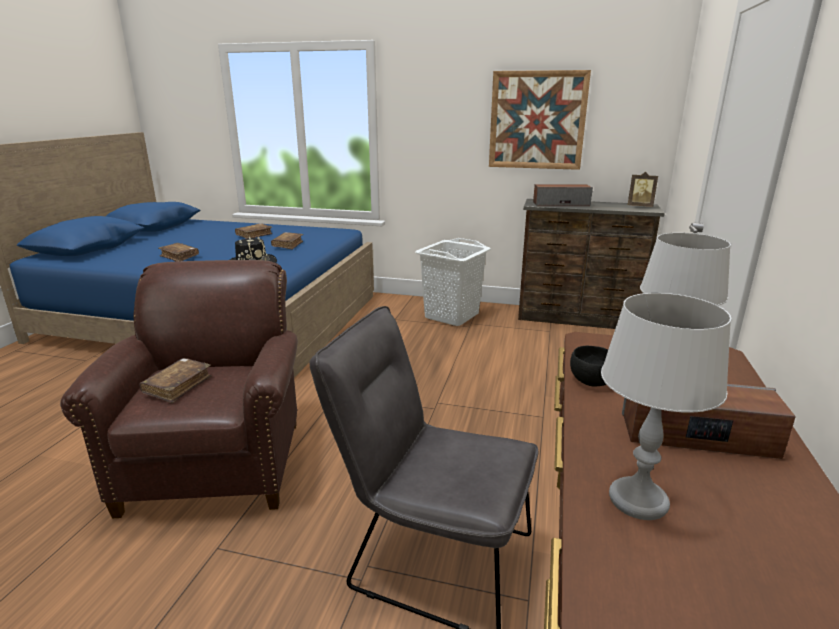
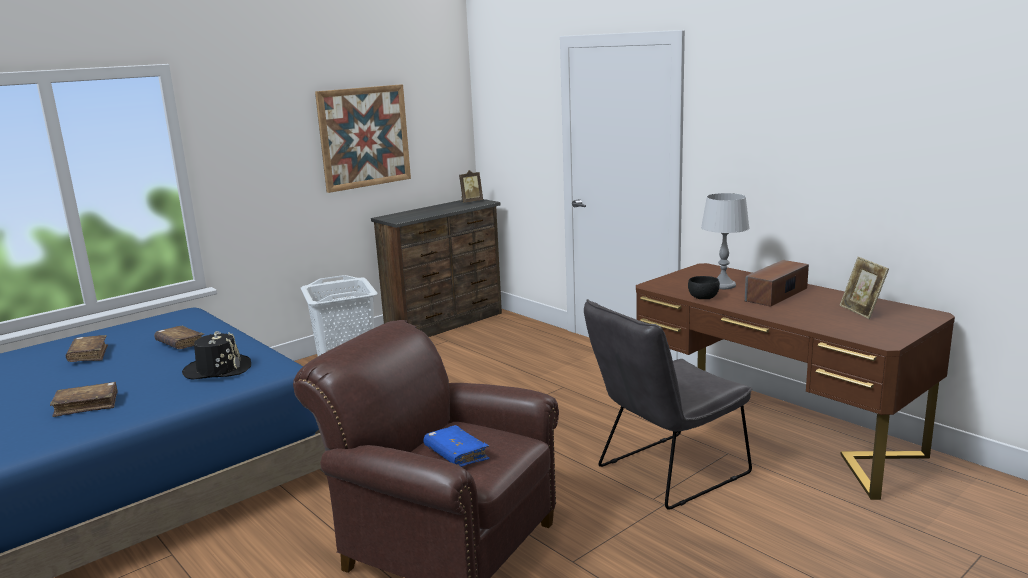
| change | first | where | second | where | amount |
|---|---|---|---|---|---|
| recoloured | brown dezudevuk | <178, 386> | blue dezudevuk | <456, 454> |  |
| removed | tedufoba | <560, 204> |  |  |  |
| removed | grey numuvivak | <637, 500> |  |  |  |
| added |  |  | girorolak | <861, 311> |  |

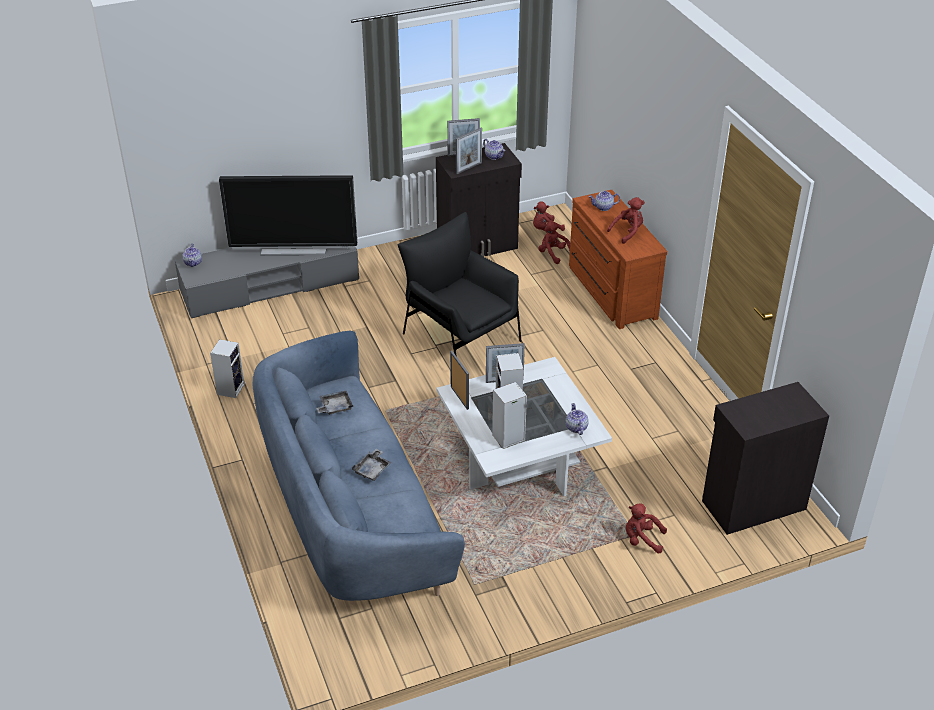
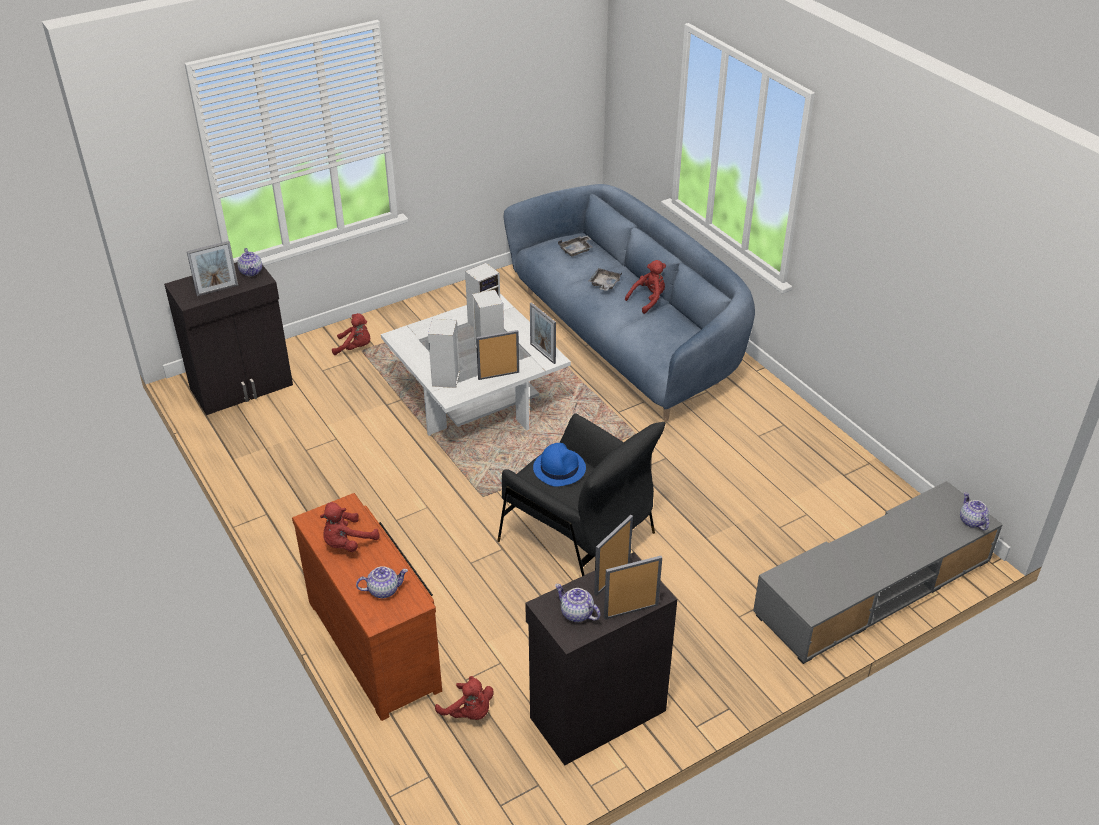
| change | first | where | second | where | amount |
|---|---|---|---|---|---|
| moved | tedufoba | <230, 388> |  | <446, 379> |  |
| removed | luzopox | <294, 249> |  |  |  |
| moved | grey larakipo | <335, 407> |  | <576, 250> |  |
| moved | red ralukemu | <545, 230> |  | <648, 300> |  |
| moved | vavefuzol | <576, 427> |  | <251, 272> |  |
| added |  |  | girorolak | <217, 290> |  |
| added |  |  | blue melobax | <559, 468> |  |

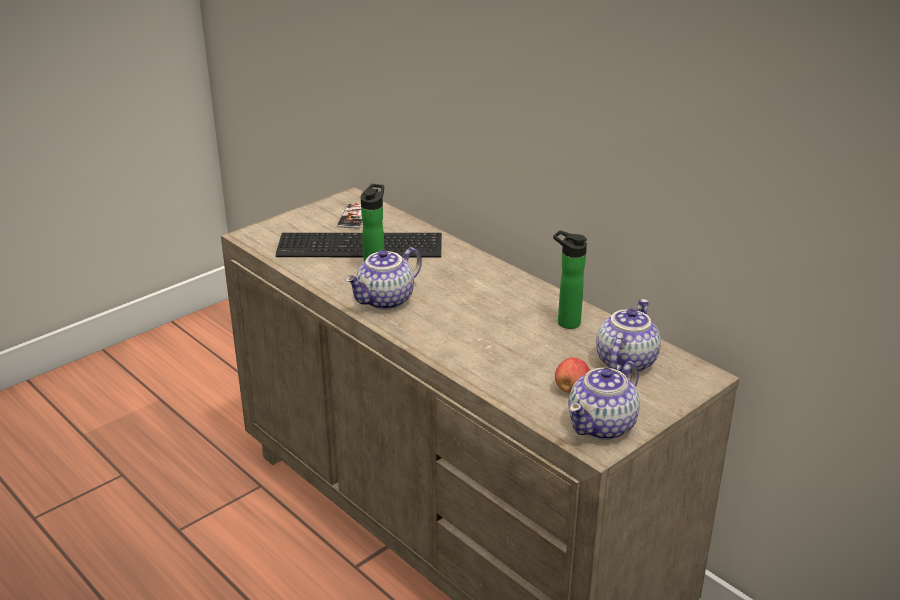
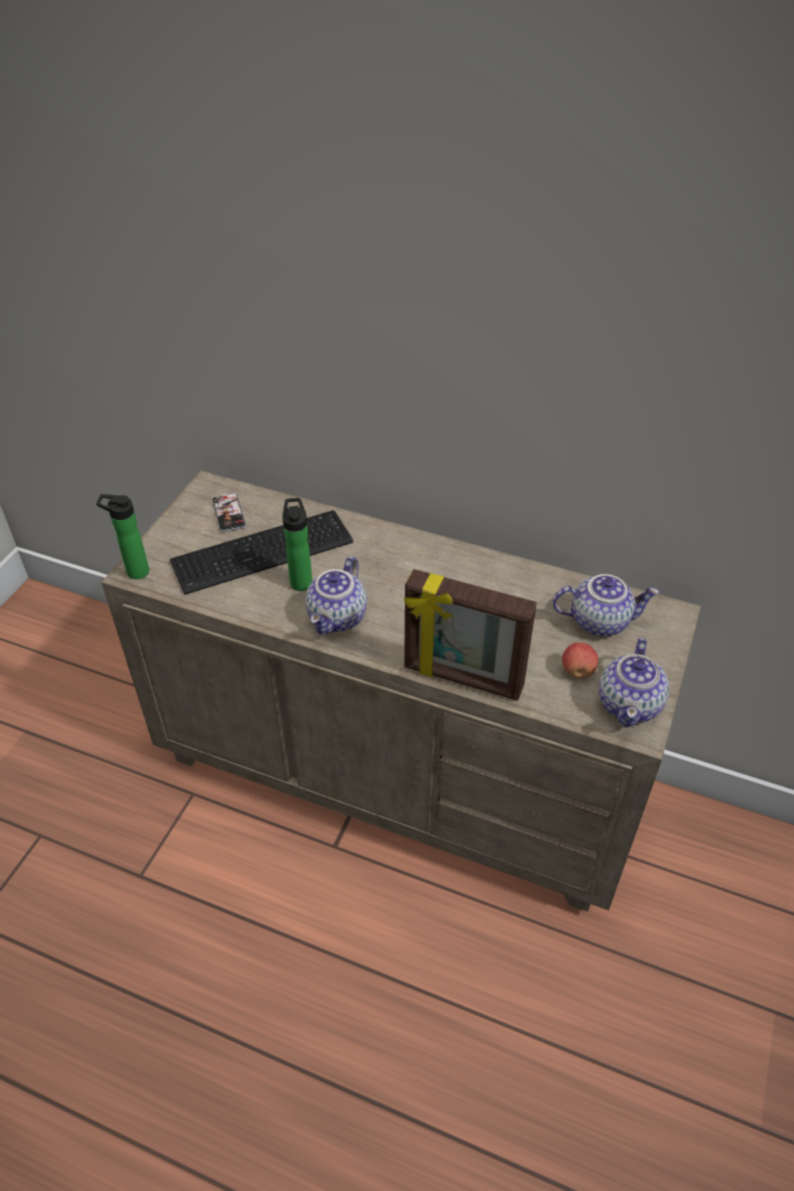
| change | first | where | second | where | amount |
|---|---|---|---|---|---|
| moved | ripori | <565, 322> |  | <134, 571> |  |
| turned | vavefuzol | <624, 362> |  | <599, 620> | 90 degrees clockwise |
| added |  |  | girorolak | <462, 679> |  |

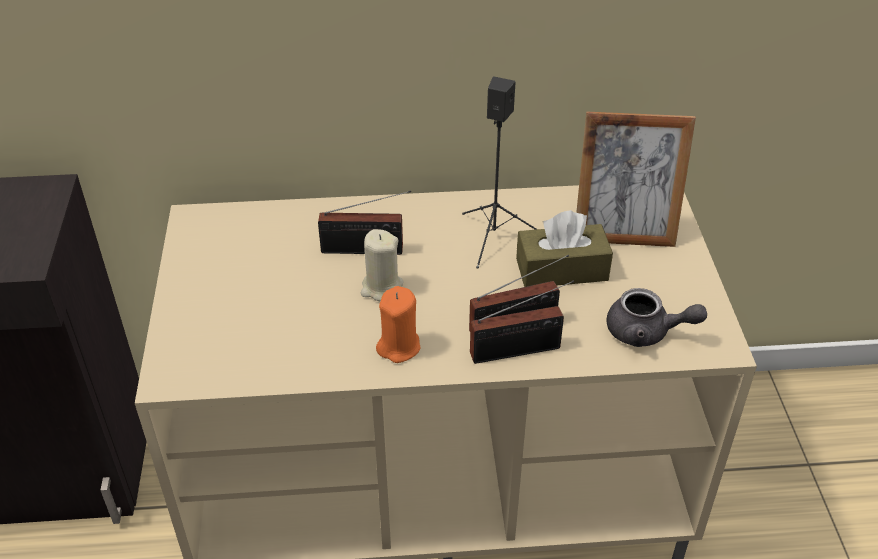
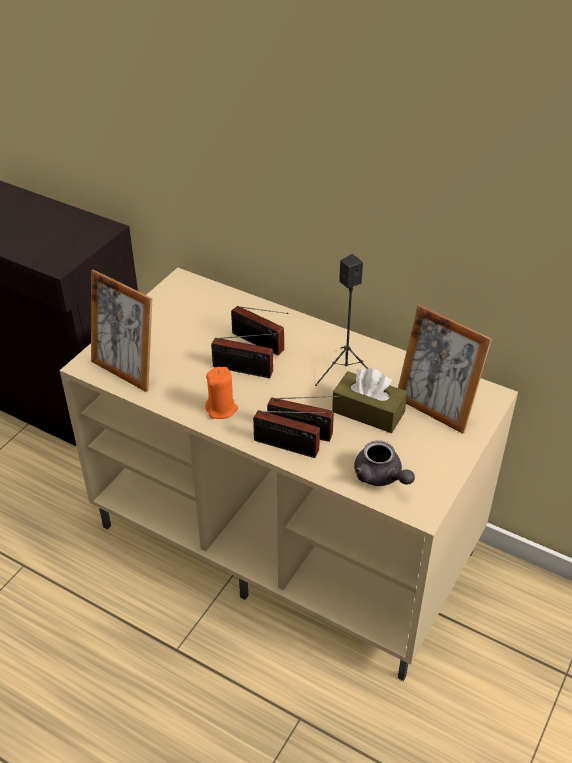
| change | first | where | second | where | amount |
|---|---|---|---|---|---|
| replaced | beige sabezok | <382, 288> | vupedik | <246, 370> |  |
| added |  |  | girorolak | <126, 370> |  |

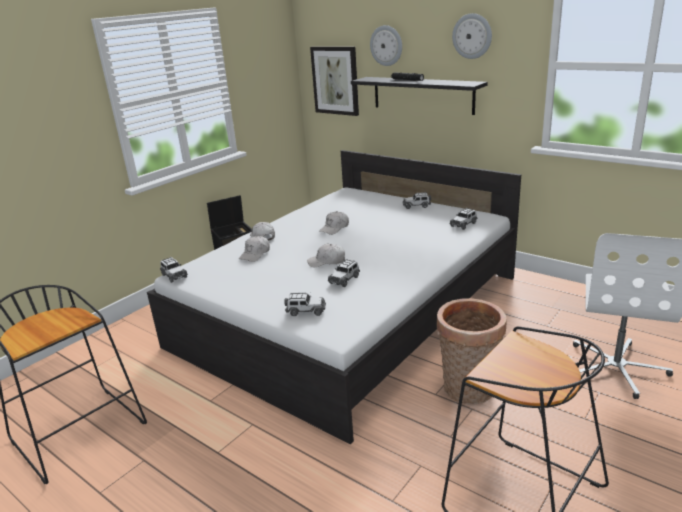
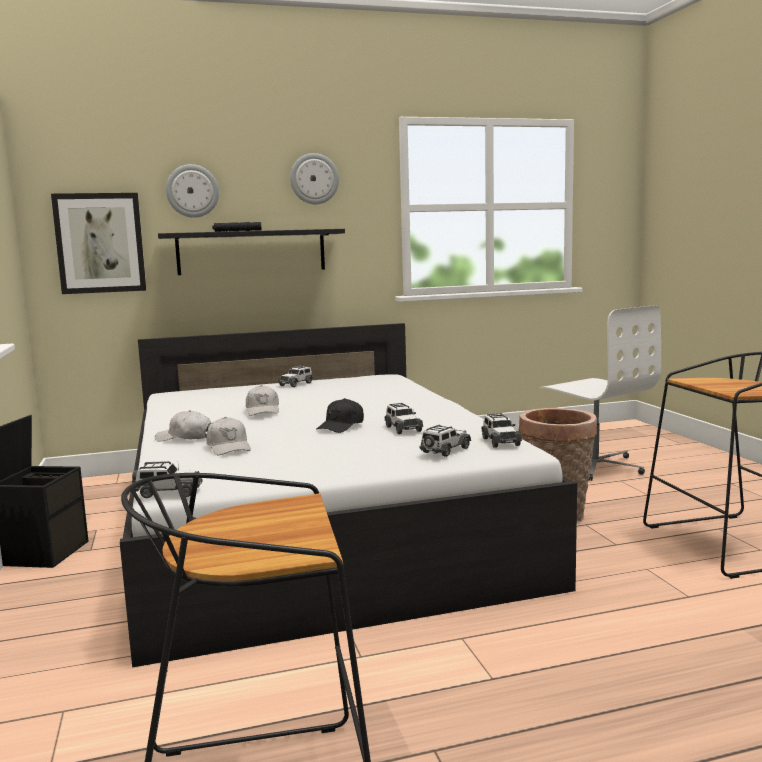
| change | first | where | second | where | amount |
|---|---|---|---|---|---|
| recoloured | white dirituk | <327, 261> | black dirituk | <341, 426> |  |
| moved | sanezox | <463, 224> |  | <500, 441> |  |

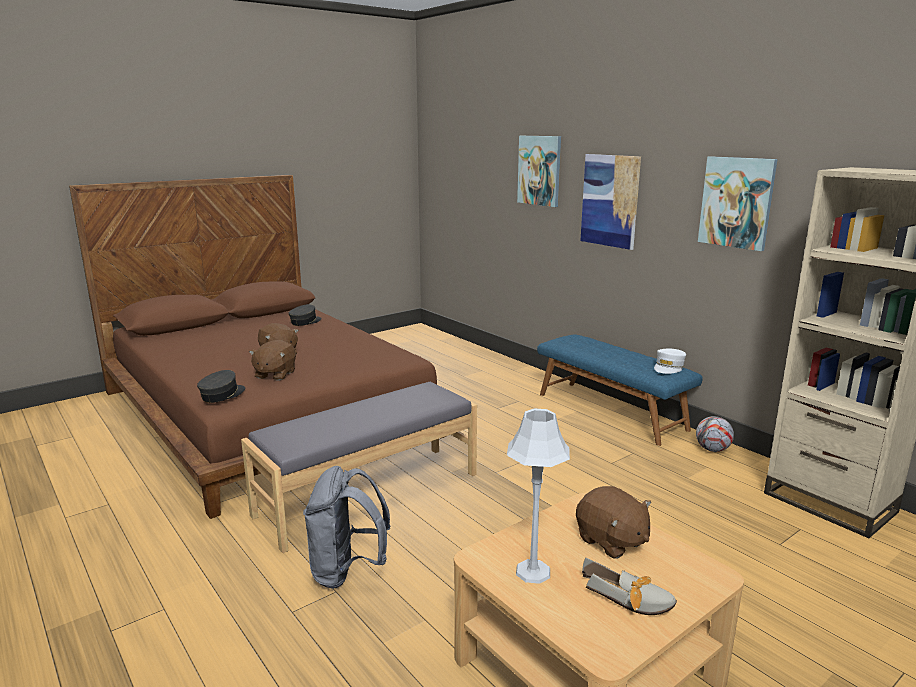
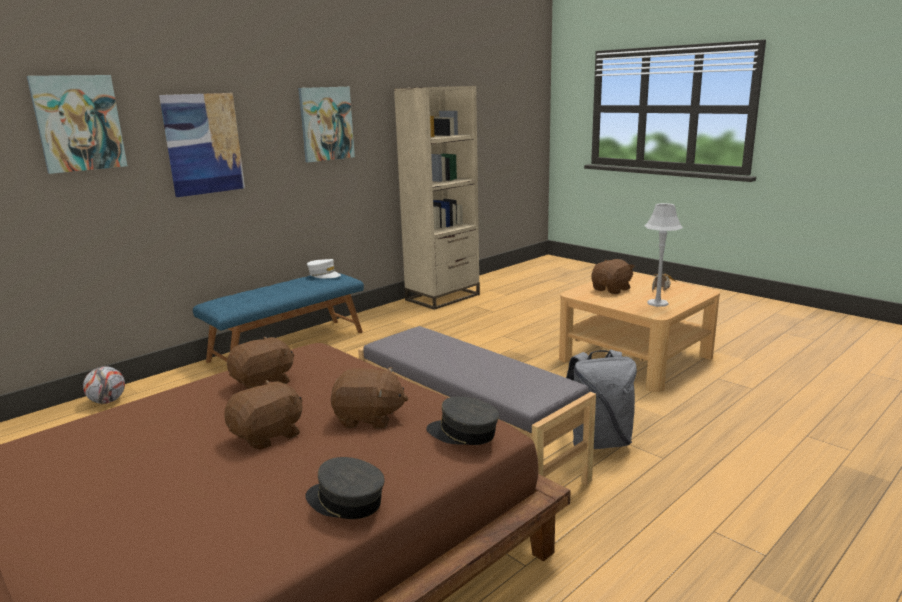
| change | first | where | second | where | amount |
|---|---|---|---|---|---|
| moved | grey dirituk | <305, 321> |  | <345, 501> |  |
| moved | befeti | <712, 449> |  | <107, 401> |  |
| added |  |  | brown ralukemu | <263, 383> |  |

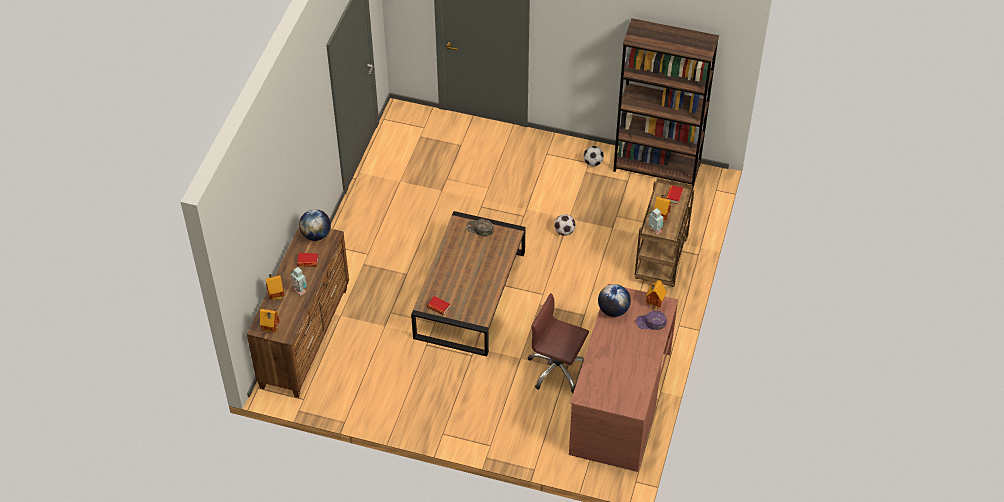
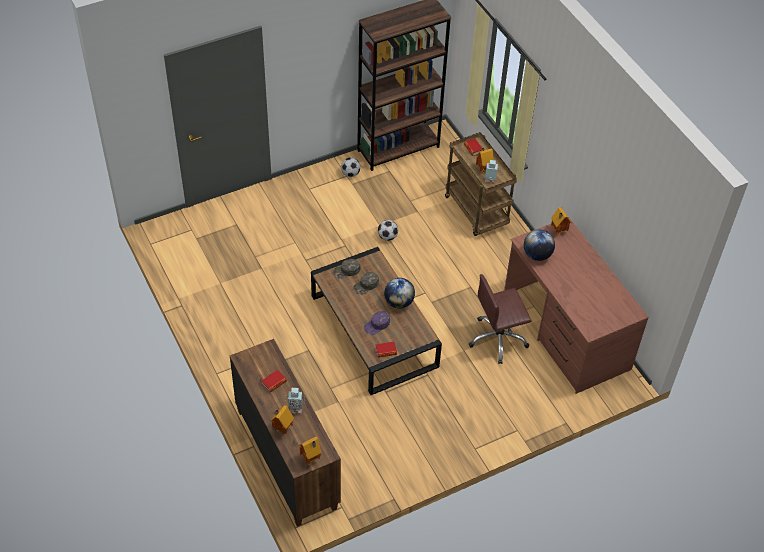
| change | first | where | second | where | amount |
|---|---|---|---|---|---|
| moved | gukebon | <316, 235> |  | <399, 302> |  |
| moved | purple dirituk | <651, 322> |  | <377, 325> |  |
| added |  |  | green dirituk | <366, 285> |  |

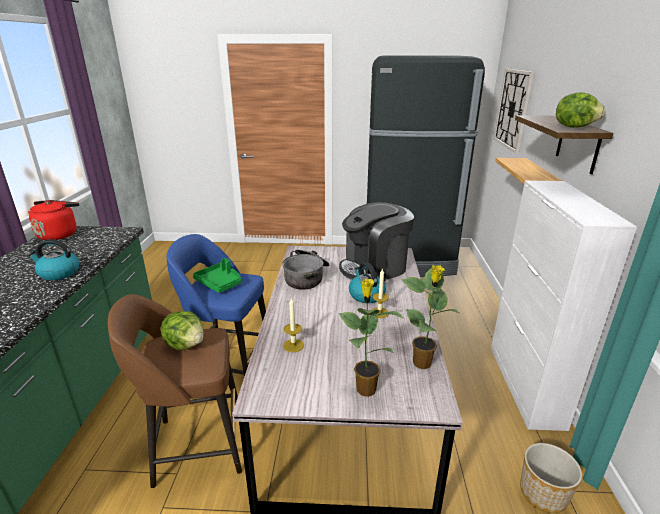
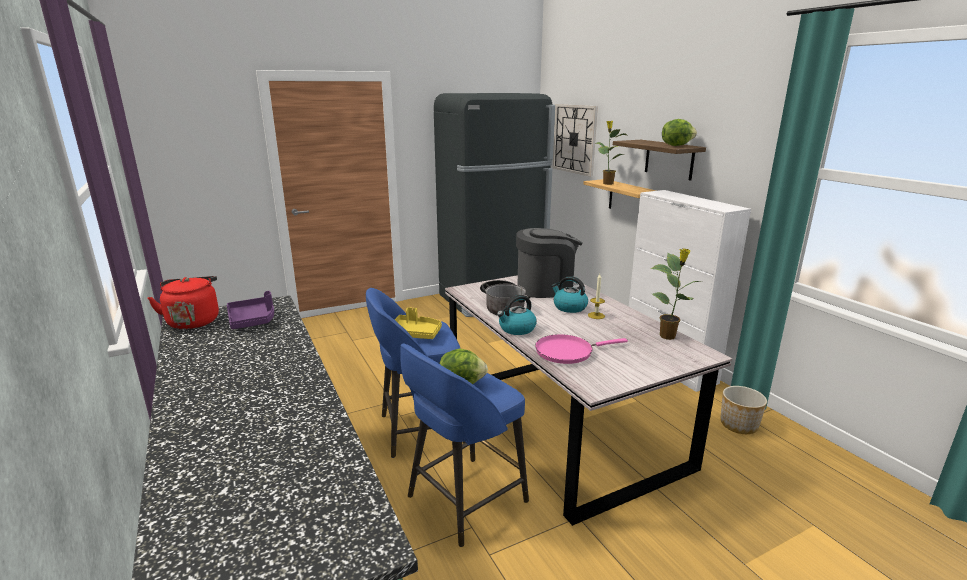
| change | first | where | second | where | amount |
|---|---|---|---|---|---|
| moved | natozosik | <58, 273> |  | <516, 329> |  |
| recoloured | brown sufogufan | <196, 445> | blue sufogufan | <464, 500> |  |
| recoloured | green larakipo | <220, 283> | yellow larakipo | <415, 333> |  |
| replaced | sabezok | <293, 345> | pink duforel | <567, 352> |  |
| moved | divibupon | <365, 388> |  | <607, 183> |  |
| turned | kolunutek | <374, 268> |  | <547, 288> | 135 degrees counterclockwise |
| added |  |  | purple larakipo | <252, 320> |  |

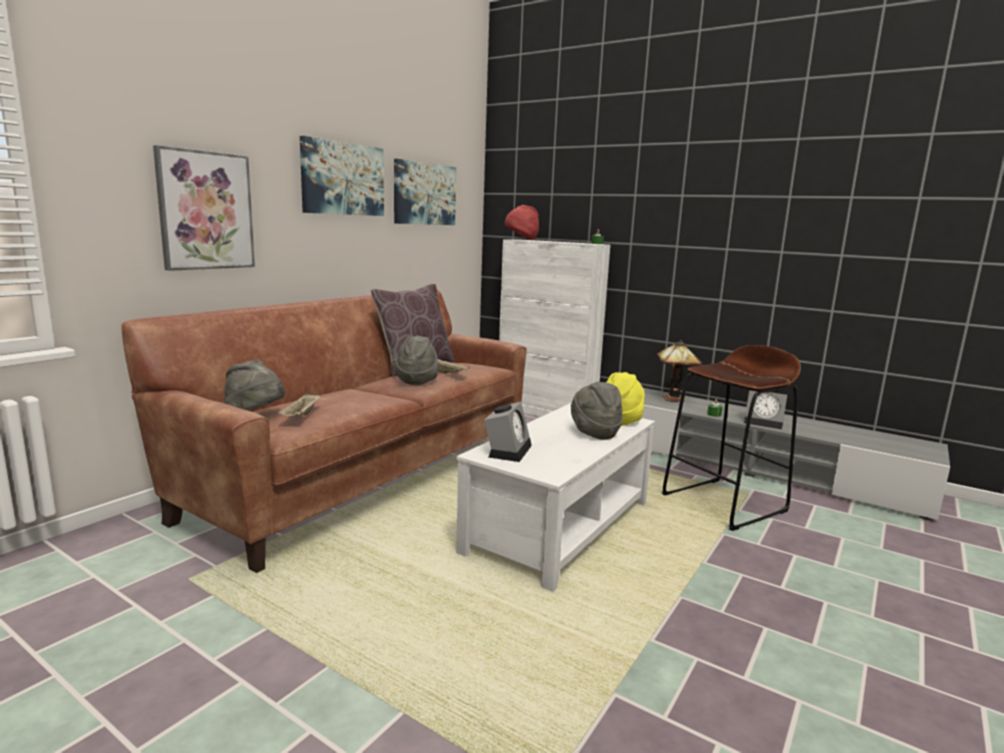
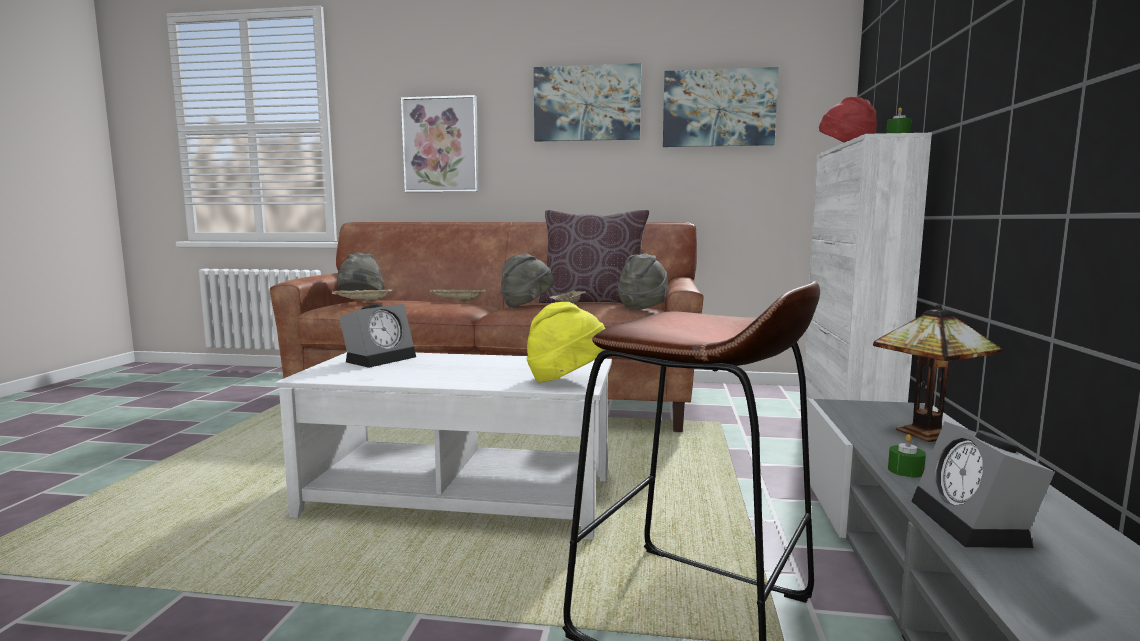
| change | first | where | second | where | amount |
|---|---|---|---|---|---|
| turned | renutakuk | <508, 450> |  | <381, 358> | 45 degrees counterclockwise |
| moved | grey melobax | <594, 433> |  | <643, 306> |  |
| added |  |  | beige larakipo | <457, 301> |  |

